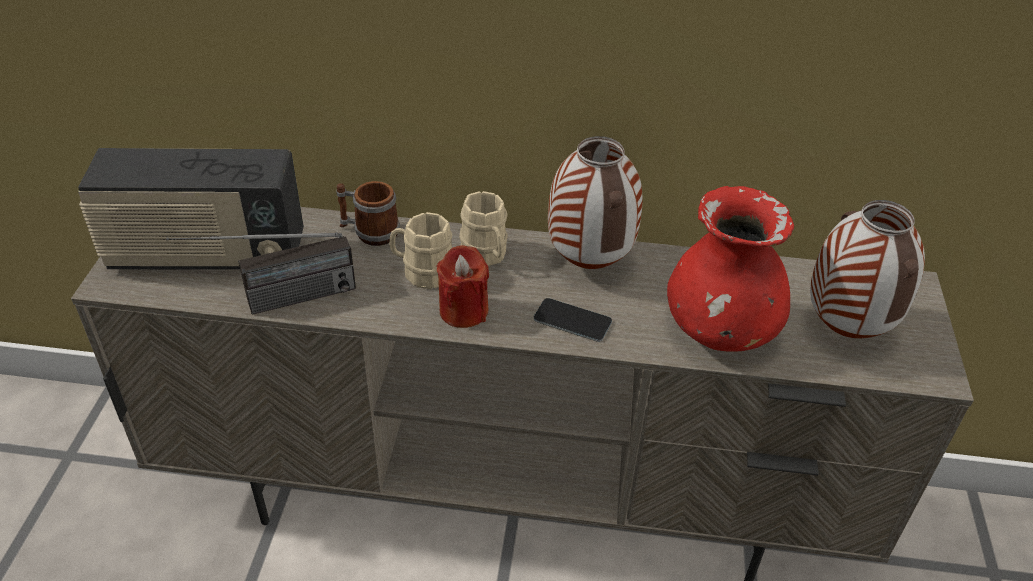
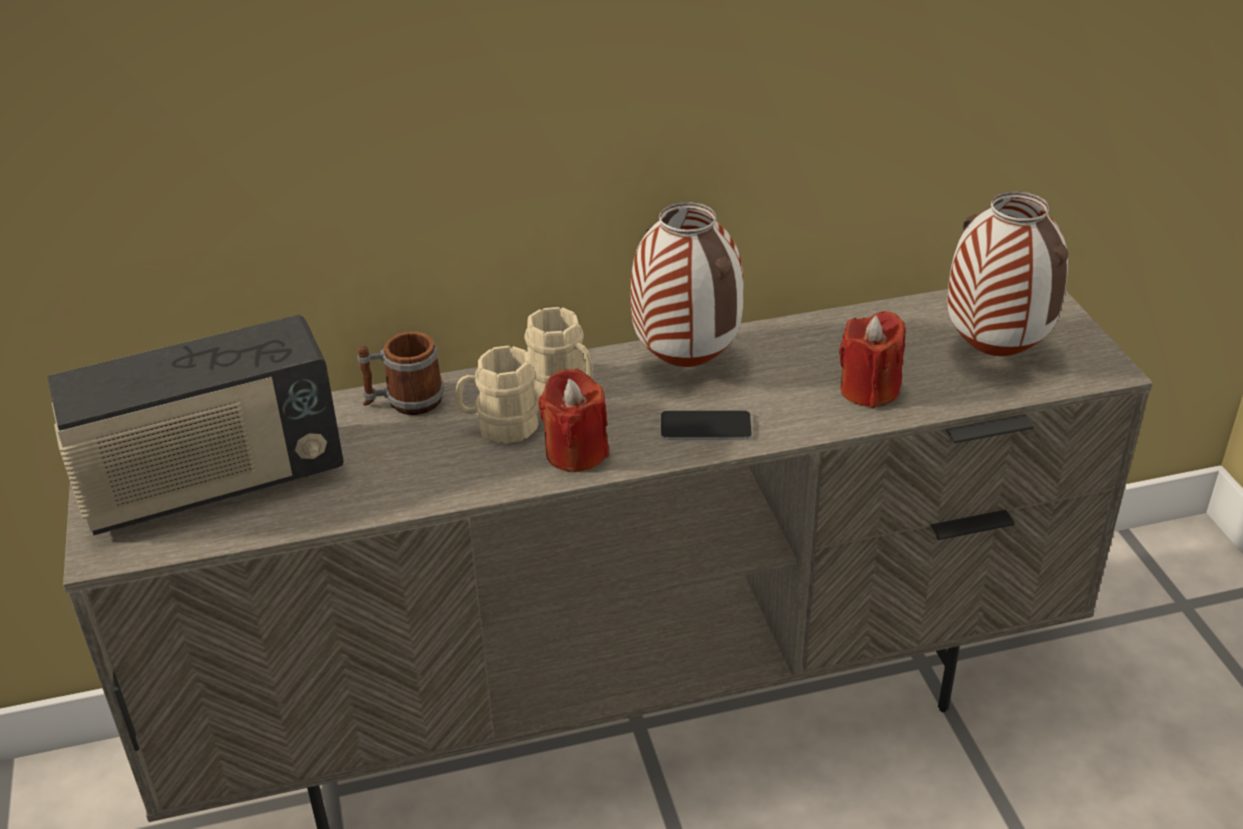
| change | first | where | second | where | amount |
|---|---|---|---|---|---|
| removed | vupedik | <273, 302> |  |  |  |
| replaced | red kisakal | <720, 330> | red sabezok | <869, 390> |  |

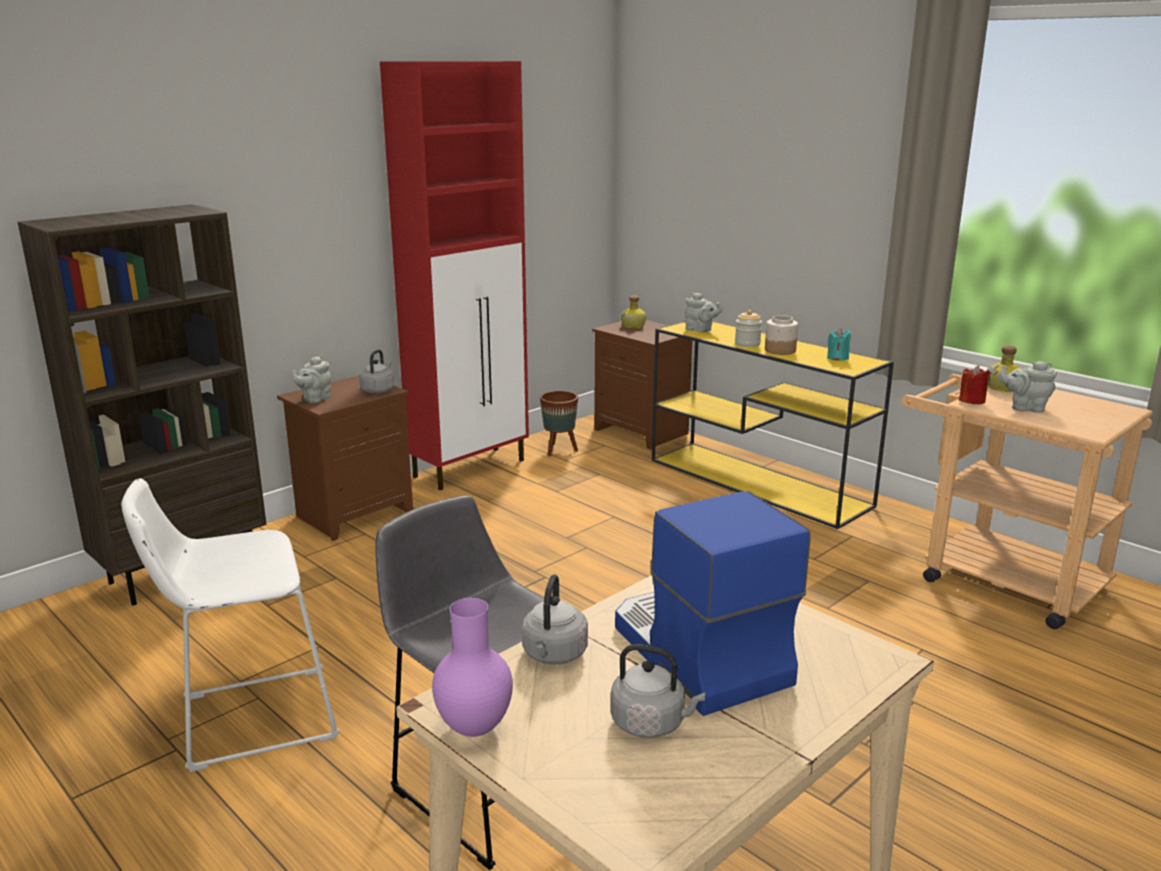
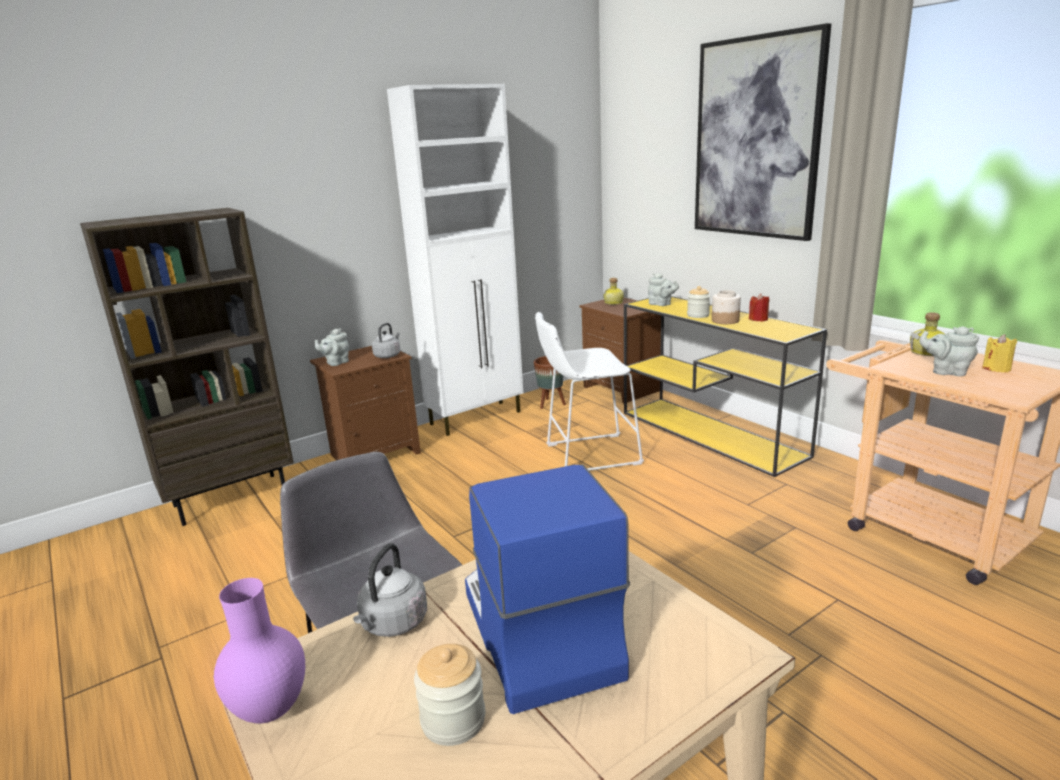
| change | first | where | second | where | amount |
|---|---|---|---|---|---|
| moved | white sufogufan | <248, 719> |  | <587, 455> |  |
| recoloured | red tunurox | <471, 468> | white tunurox | <477, 418> |  |
| replaced | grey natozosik | <651, 723> | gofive | <453, 720> |  |
| removed | turquoise sabezok | <837, 358> |  |  |  |
| moved | red sabezok | <972, 400> |  | <758, 319> |  |
| added |  |  | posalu | <756, 139> |  |
| added |  |  | yellow sabezok | <996, 368> |  |

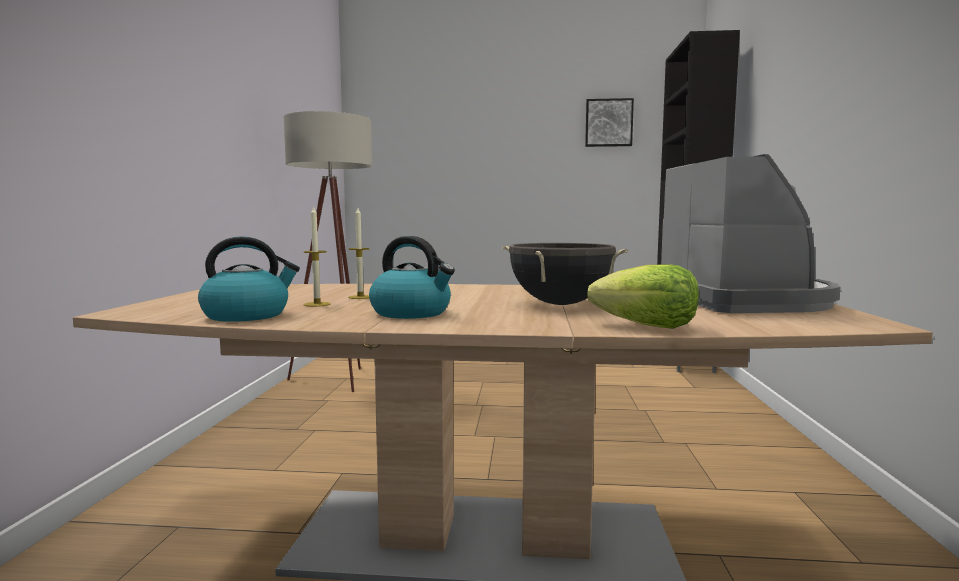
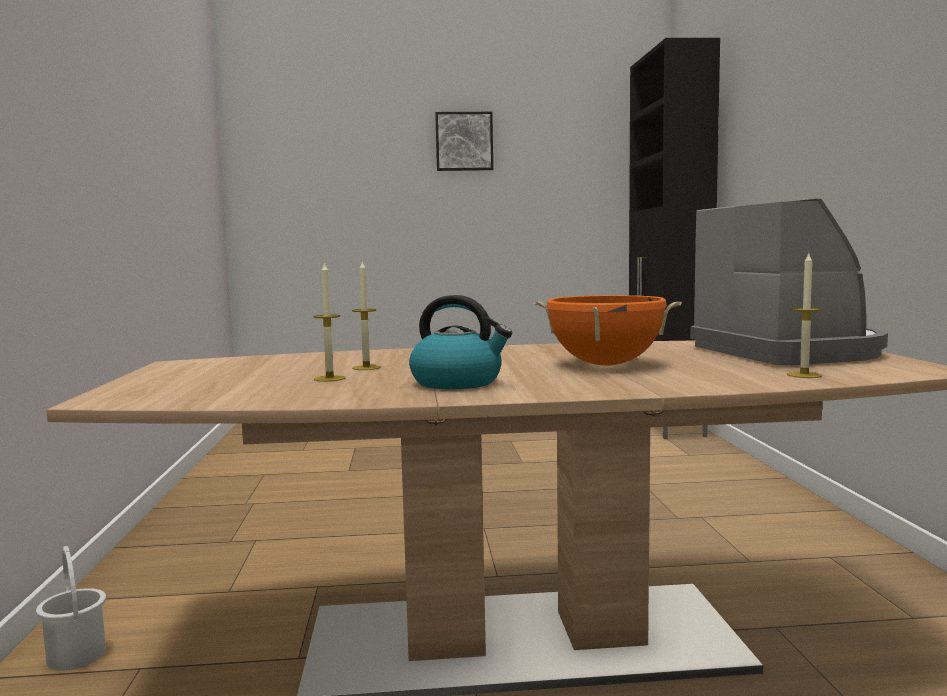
| change | first | where | second | where | amount |
|---|---|---|---|---|---|
| removed | natozosik | <247, 315> |  |  |  |
| removed | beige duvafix | <337, 382> |  |  |  |
| recoloured | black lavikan | <561, 304> | orange lavikan | <605, 364> |  |
| moved | posalu | <608, 123> |  | <464, 141> |  |
| removed | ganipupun | <646, 327> |  |  |  |
| added |  |  | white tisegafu | <75, 656> |  |
| added |  |  | sabezok | <804, 375> |  |

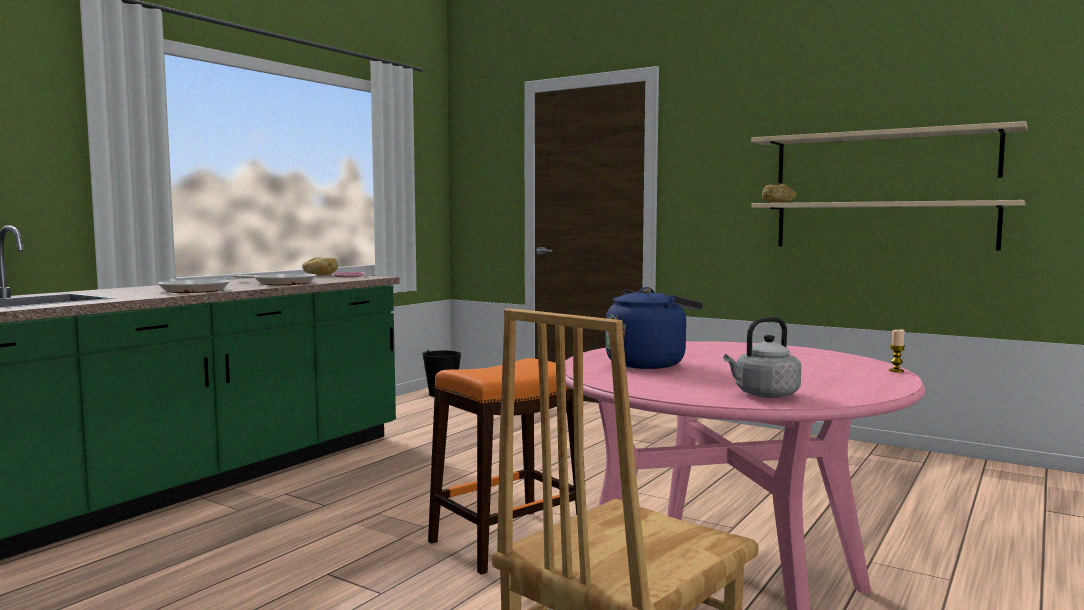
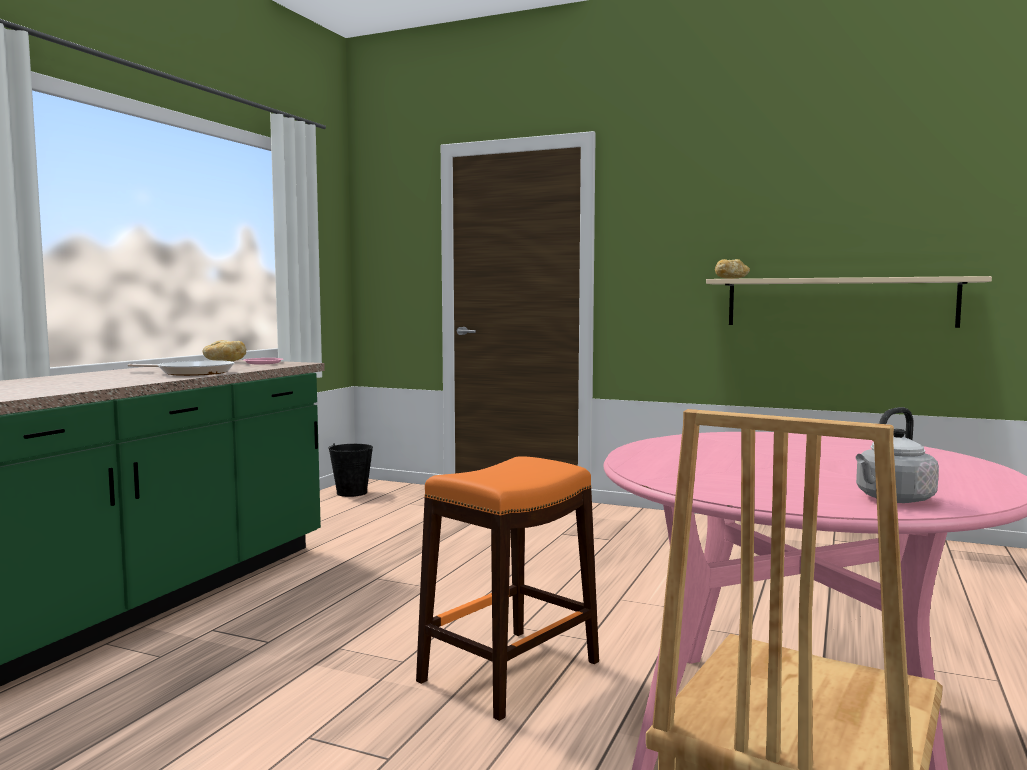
| change | first | where | second | where | amount |
|---|---|---|---|---|---|
| removed | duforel | <193, 290> |  |  |  |
| removed | blue natozosik | <649, 363> |  |  |  |
| removed | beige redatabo | <883, 157> |  |  |  |
| removed | sabezok | <896, 371> |  |  |  |

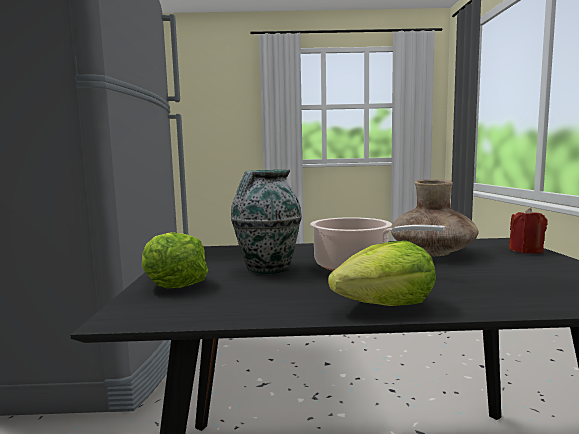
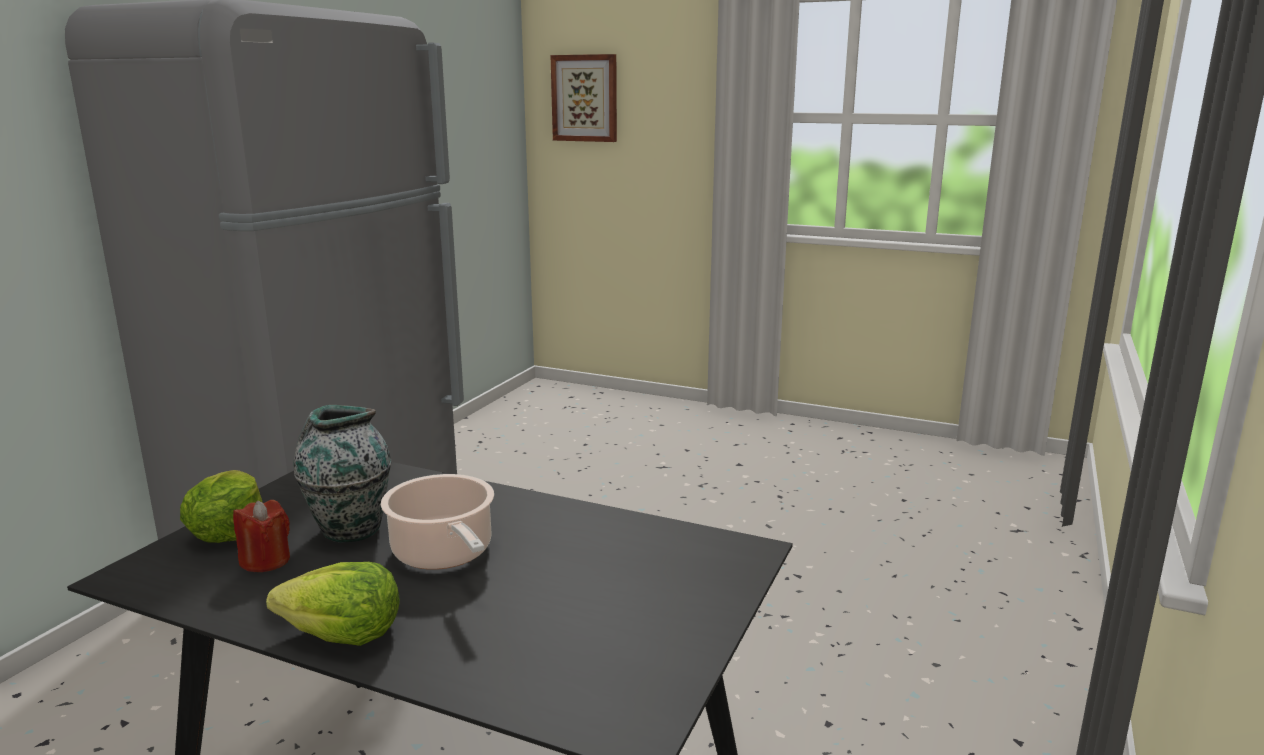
| change | first | where | second | where | amount |
|---|---|---|---|---|---|
| removed | brown kisakal | <432, 253> |  |  |  |
| moved | red sabezok | <526, 251> |  | <266, 561> |  |
| added |  |  | posalu | <585, 98> |  |

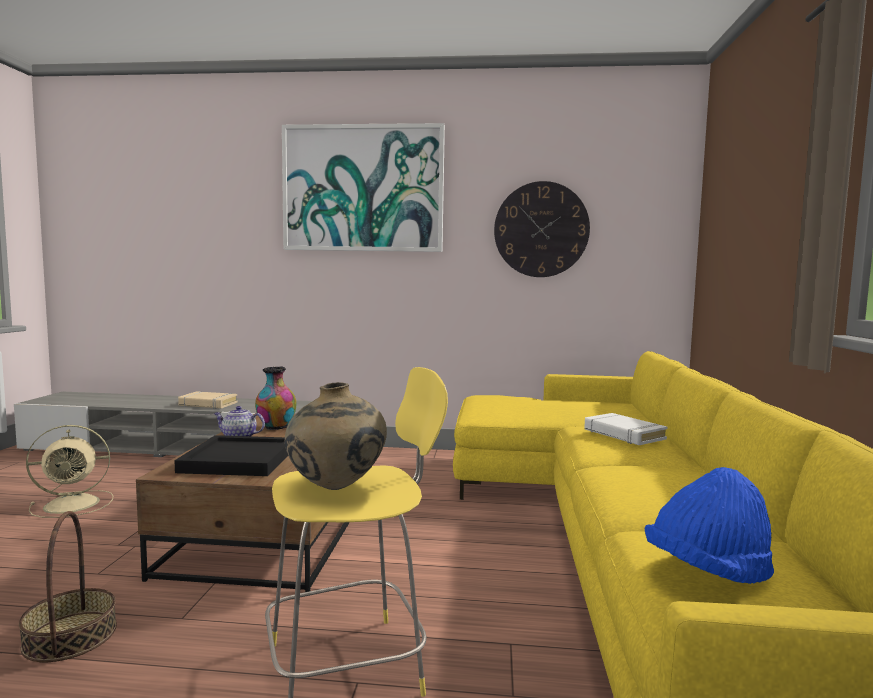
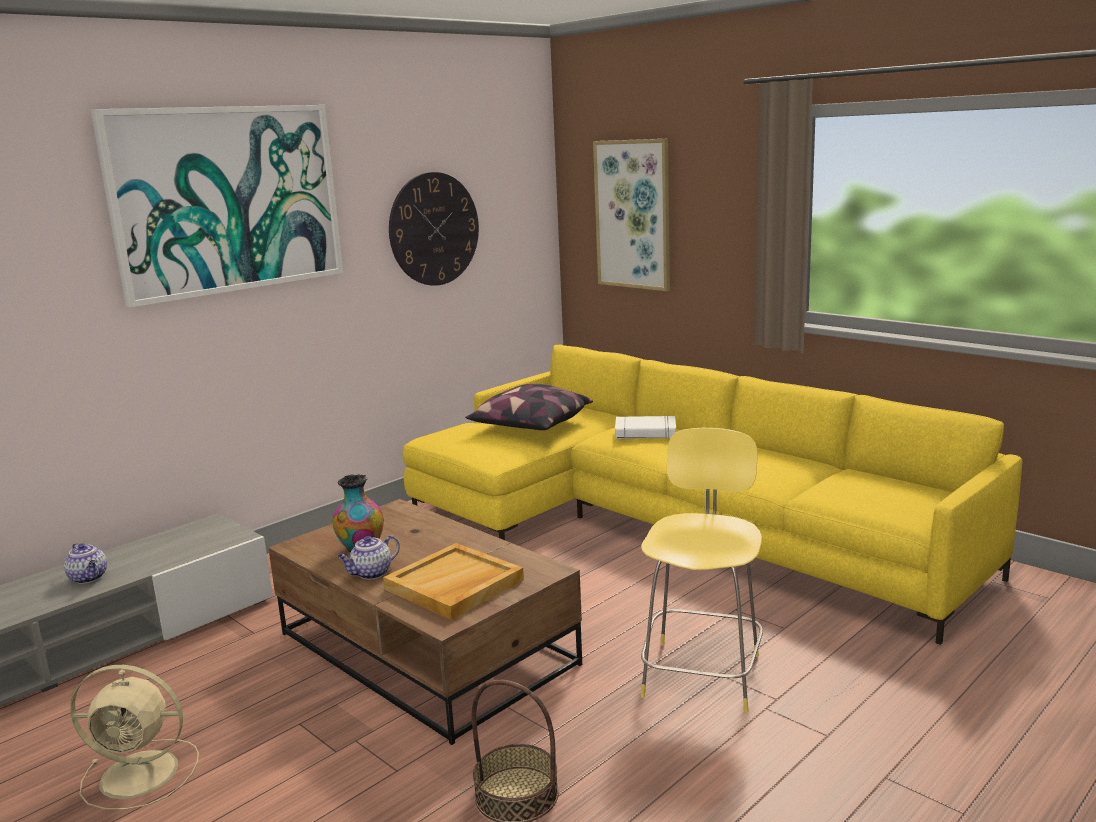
| change | first | where | second | where | amount |
|---|---|---|---|---|---|
| turned | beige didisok | <74, 504> |  | <142, 774> | 75 degrees clockwise |
| recoloured | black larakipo | <237, 460> | beige larakipo | <454, 585> |  |
| replaced | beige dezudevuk | <208, 404> | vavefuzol | <89, 578> |  |
| removed | beige kisakal | <336, 489> |  |  |  |
| removed | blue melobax | <707, 572> |  |  |  |
| added |  |  | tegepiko | <530, 426> |  |
| added |  |  | posalu | <633, 214> |  |

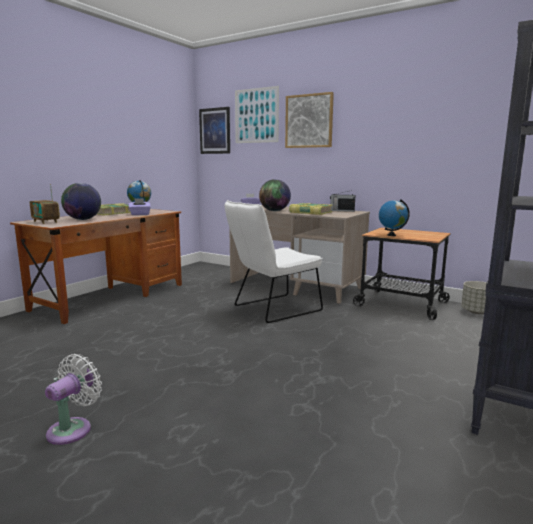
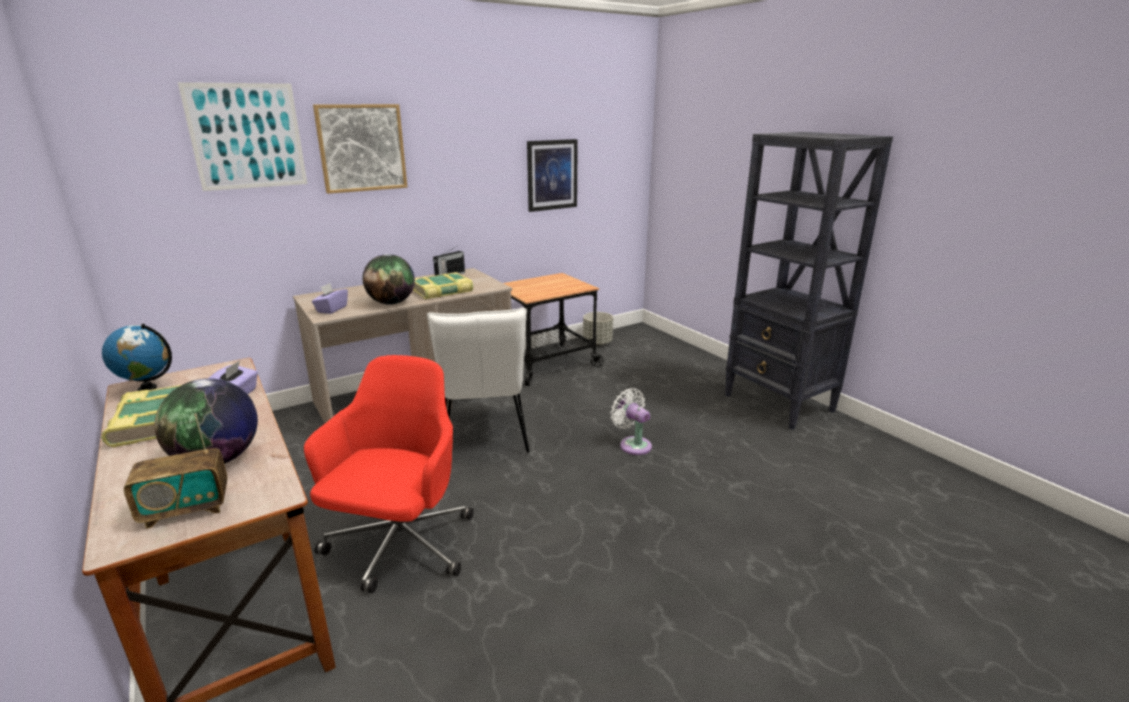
| change | first | where | second | where | amount |
|---|---|---|---|---|---|
| moved | white didisok | <73, 429> |  | <633, 444> |  |
| moved | posalu | <215, 131> |  | <552, 175> |  |
| removed | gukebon | <391, 235> |  |  |  |
| added |  |  | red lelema | <399, 546> |  |

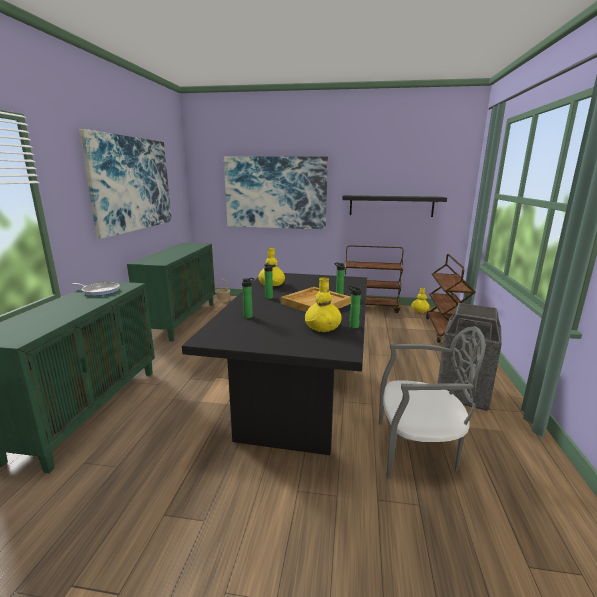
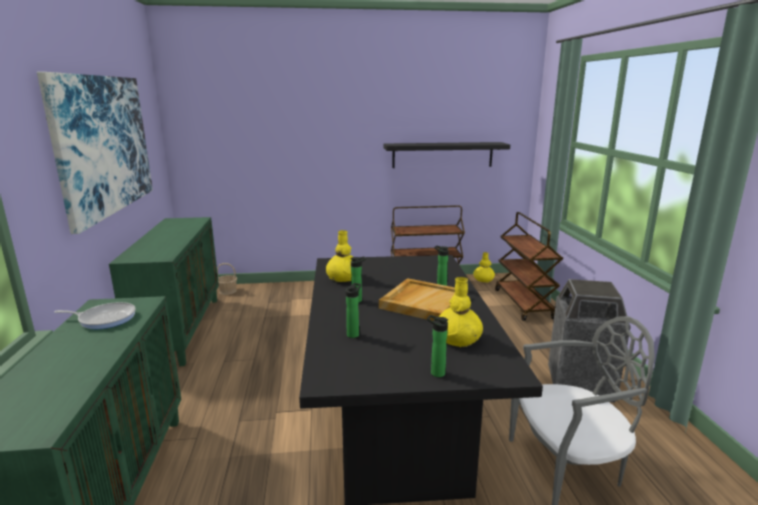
| change | first | where | second | where | amount |
|---|---|---|---|---|---|
| removed | posalu | <275, 193> |  |  |  |
| moved | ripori | <352, 326> |  | <435, 373> |  |

